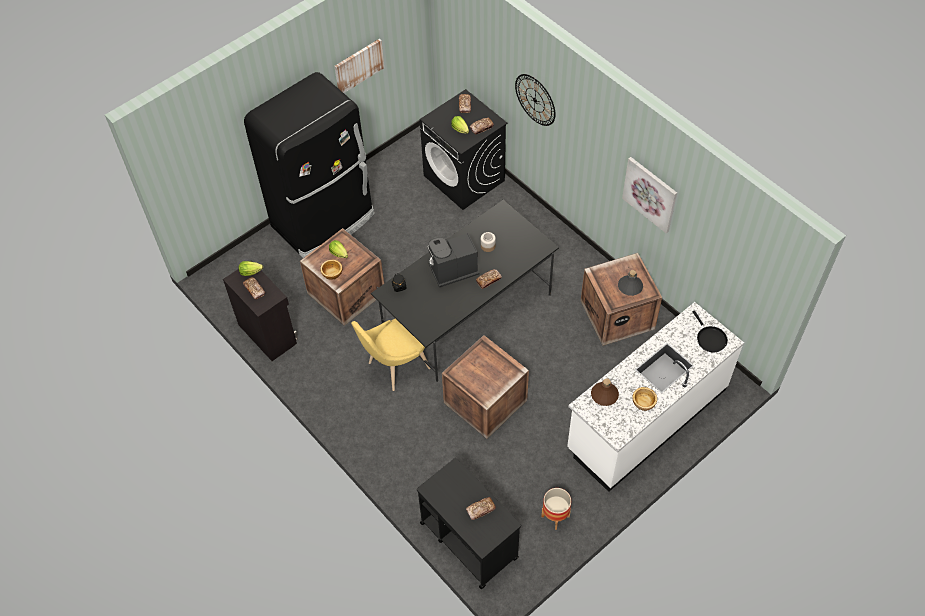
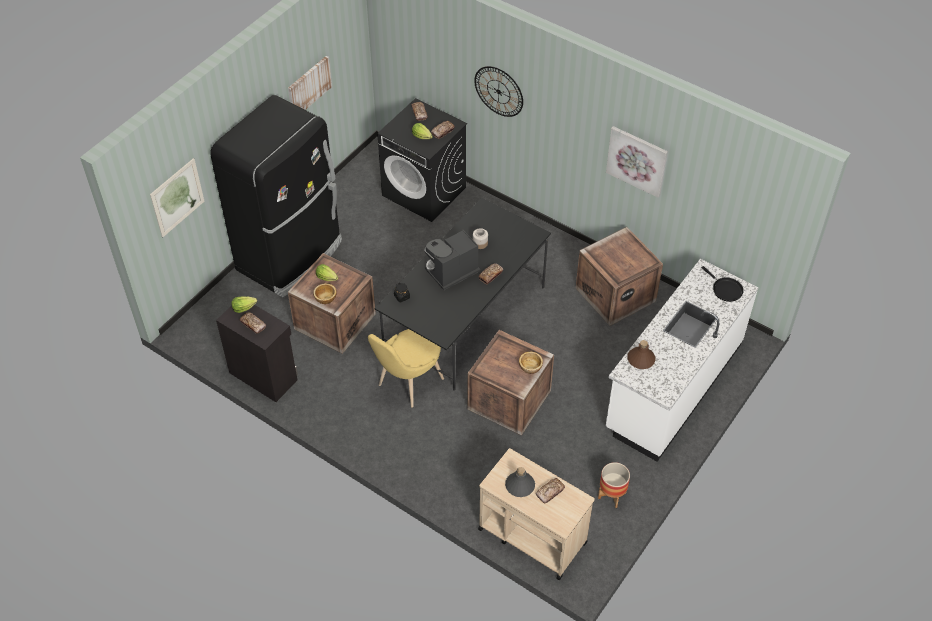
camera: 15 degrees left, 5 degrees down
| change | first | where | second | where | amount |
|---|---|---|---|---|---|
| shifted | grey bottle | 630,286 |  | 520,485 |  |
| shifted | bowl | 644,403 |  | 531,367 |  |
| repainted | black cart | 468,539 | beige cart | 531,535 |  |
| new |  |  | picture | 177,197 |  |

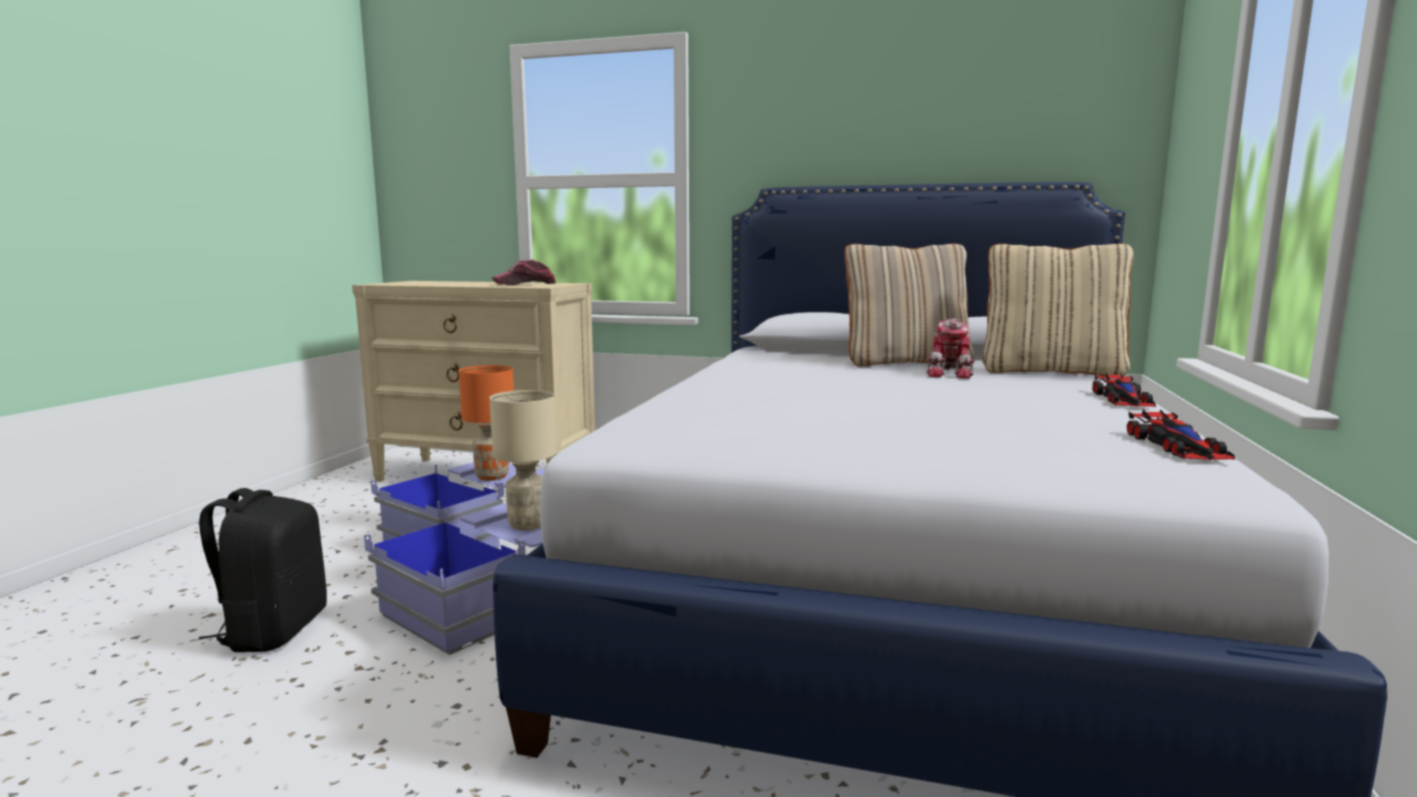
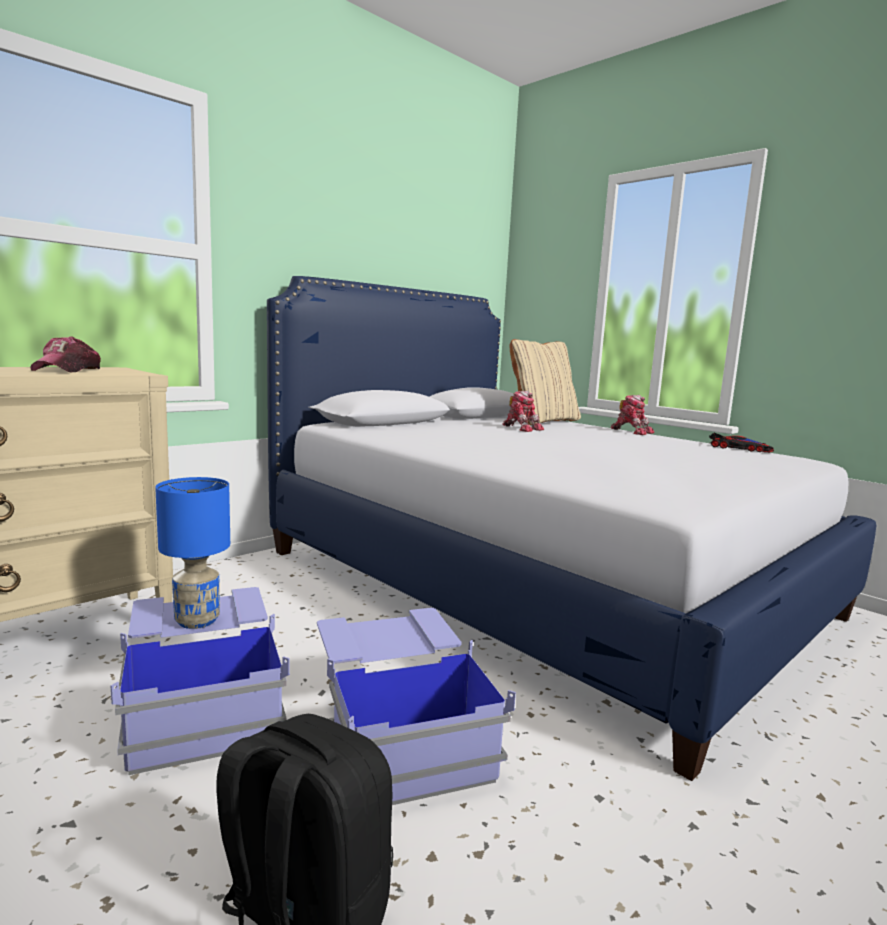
camera: 60 degrees left, 0 degrees up
| change | first | where | second | where | amount |
|---|---|---|---|---|---|
| gone | beige pillow | 905,362 |  |  |  |
| repainted | orange table lamp | 492,476 | blue table lamp | 197,620 |  |
| swapped | toy car | 1122,399 | toy robot | 631,431 |  |
| gone | beige table lamp | 528,525 |  |  |  |

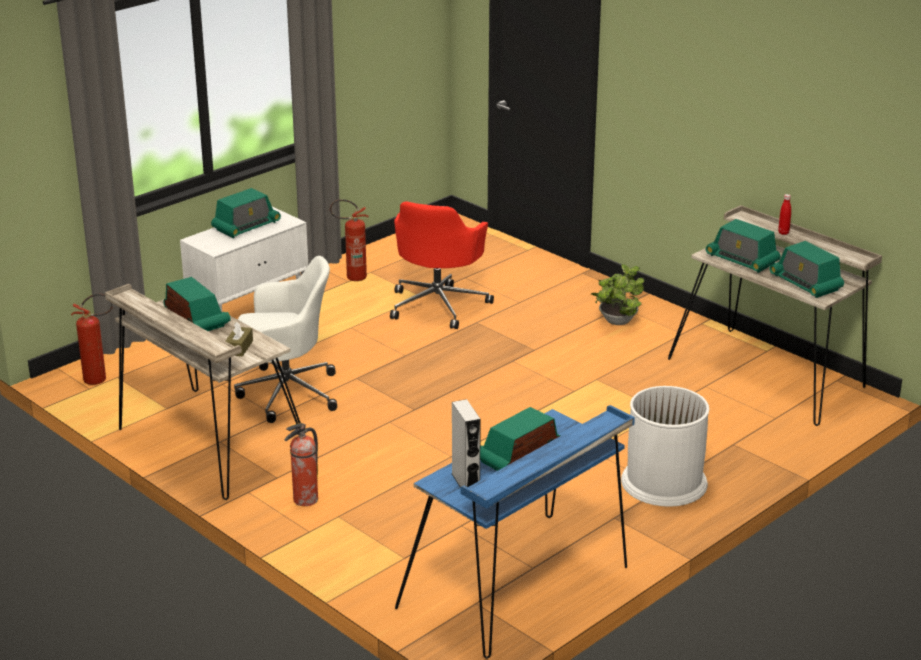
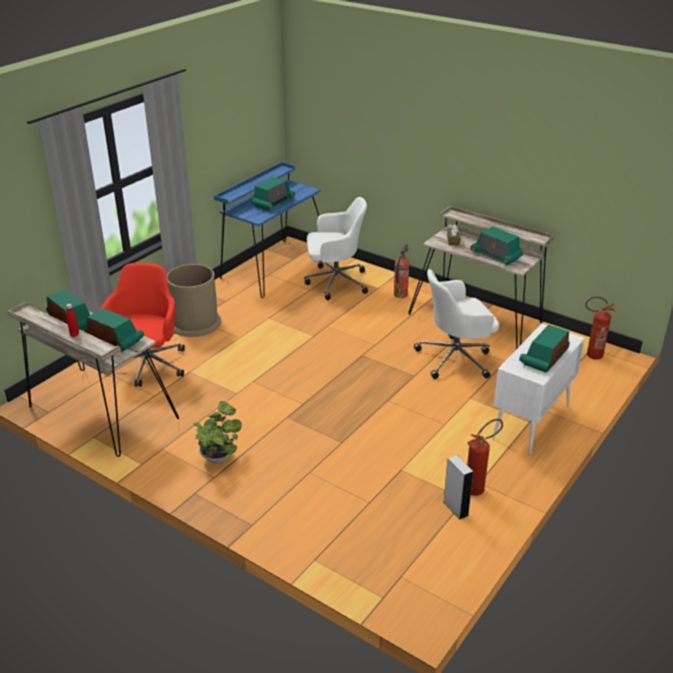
camera: 170 degrees right, 5 degrees up
| change | first | where | second | where | amount |
|---|---|---|---|---|---|
| shifted | red office chair | 438,305 |  | 147,366 |  |
| repainted | white trash can | 664,482 | brown trash can | 195,322 |  |
| shifted | grey speaker | 465,482 |  | 455,508 |  |
| new |  |  | white office chair | 335,282 |  |

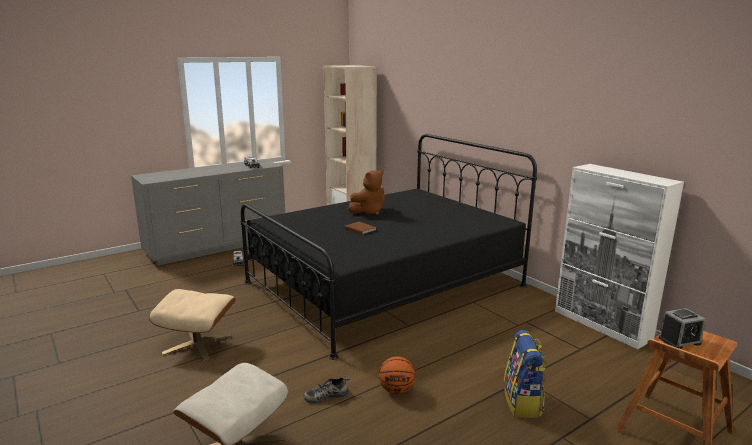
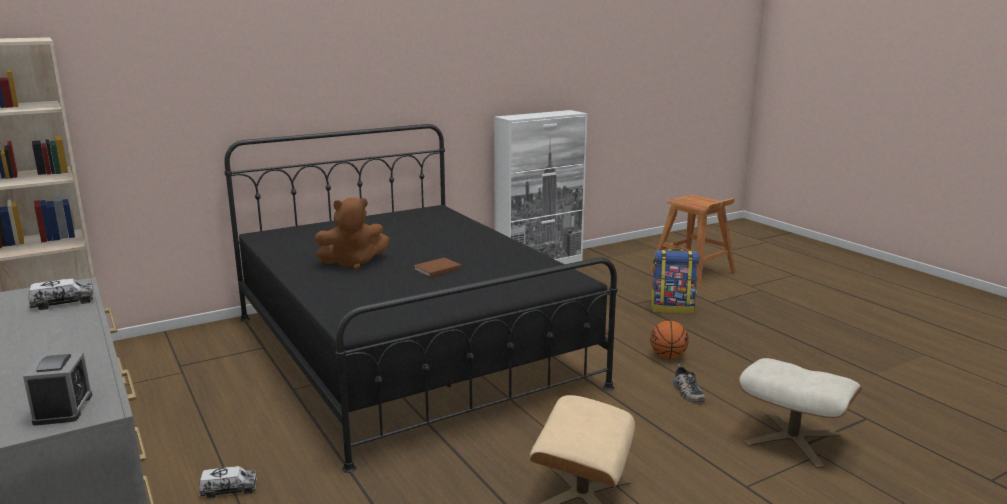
camera: 85 degrees left, 0 degrees up
| change | first | where | second | where | amount |
|---|---|---|---|---|---|
| rotated | brown plush toy | 368,212 |  | 353,263 | 105 degrees clockwise |
| shifted | alarm clock | 679,341 |  | 63,409 |  |

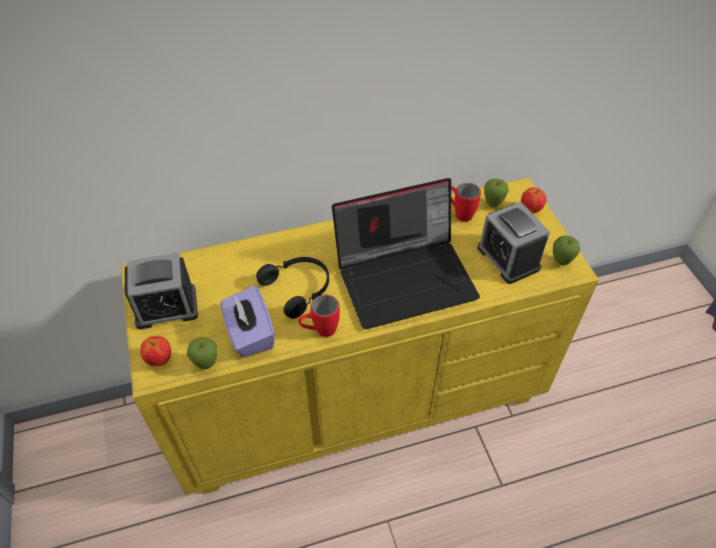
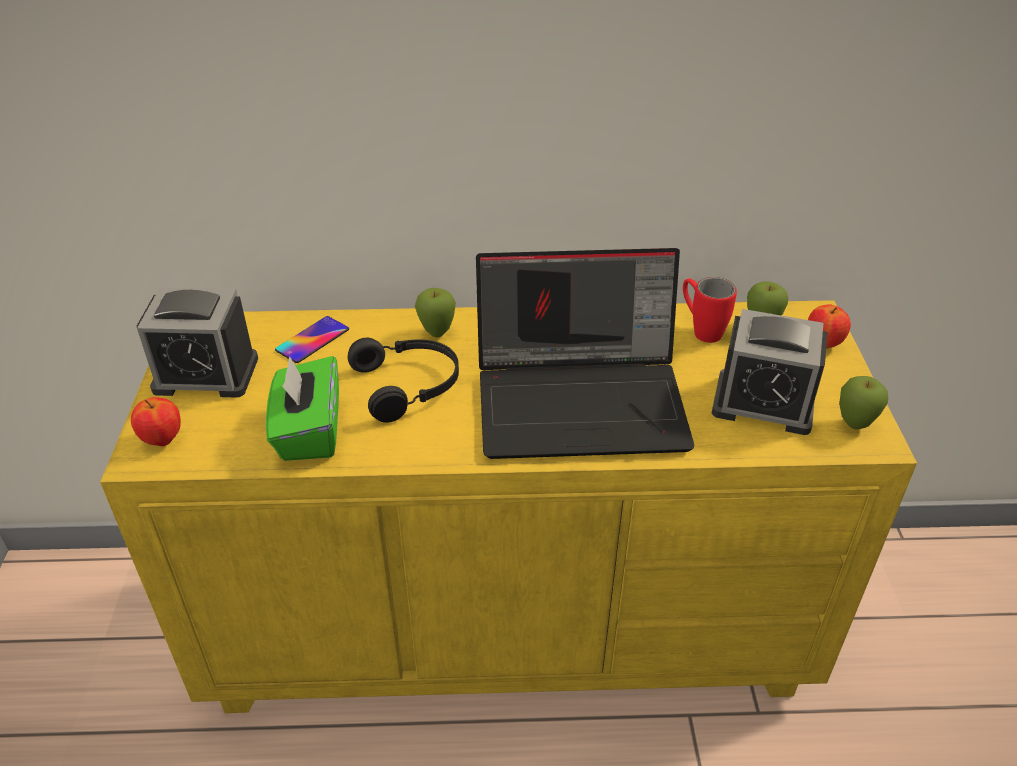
camera: 15 degrees right, 10 degrees down
| change | first | where | second | where | amount |
|---|---|---|---|---|---|
| rotated | alarm clock | 508,258 |  | 763,403 | 60 degrees counterclockwise |
| repainted | purple tissue box | 250,334 | green tissue box | 309,432 |  |
| gone | red mug | 320,331 |  |  |  |
| shifted | apple | 206,364 |  | 437,333 |  |
| new |  |  | phone | 312,340 |  |

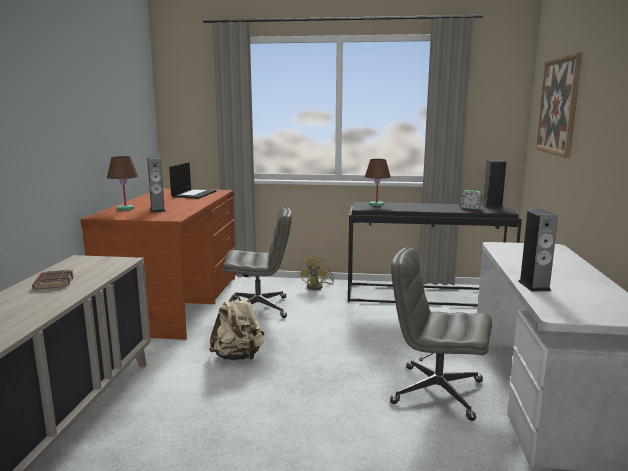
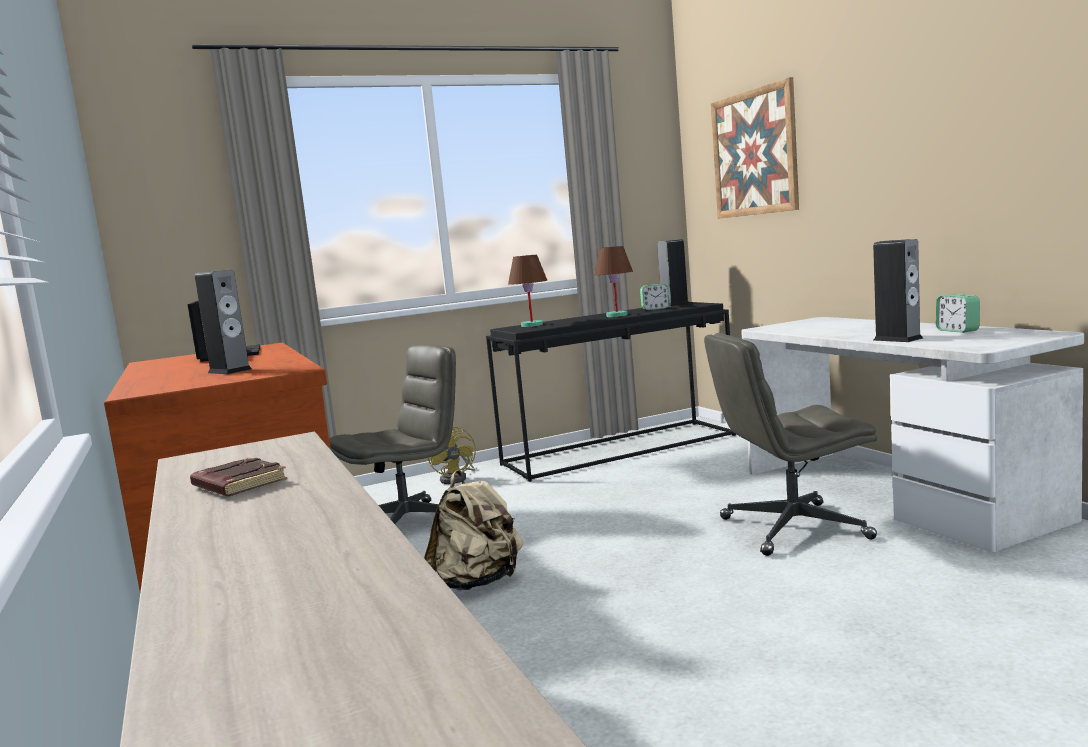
camera: 30 degrees left, 5 degrees down
| change | first | where | second | where | amount |
|---|---|---|---|---|---|
| shifted | brown table lamp | 125,209 |  | 616,315 |  |
| new |  |  | alarm clock | 957,330 |  |

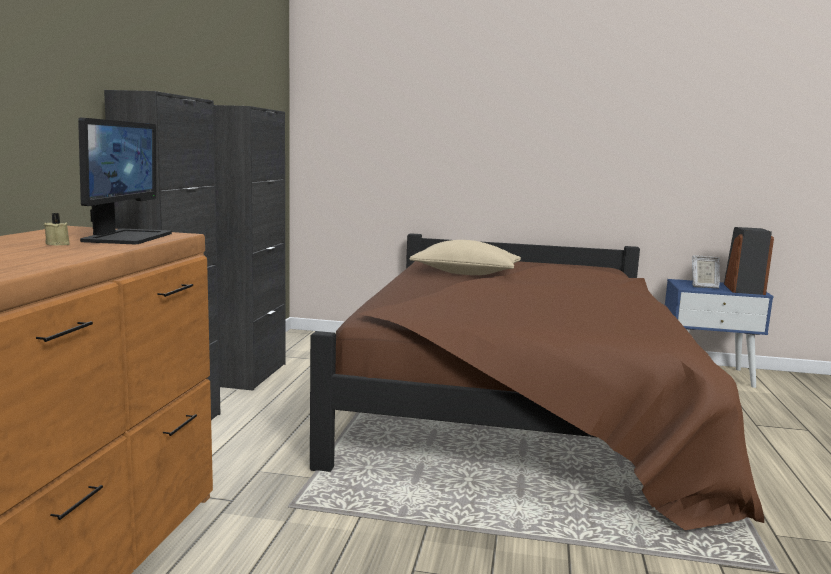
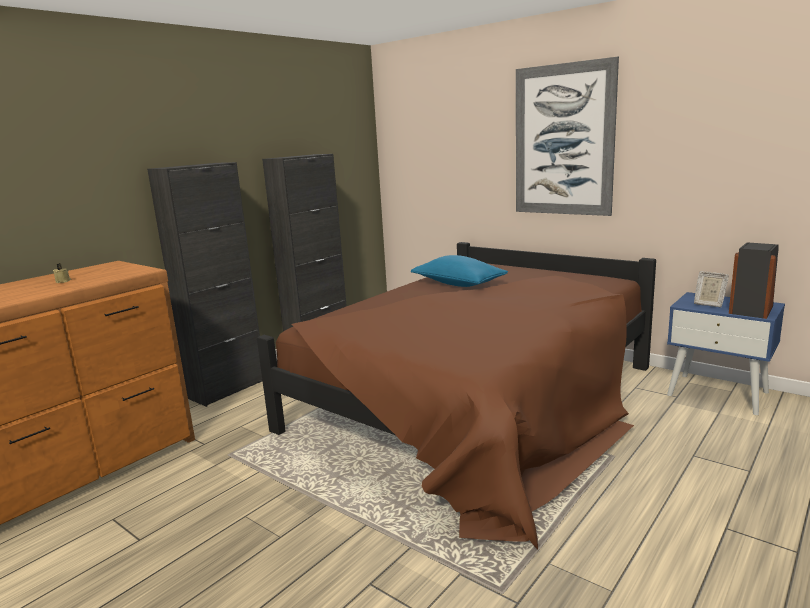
camera: 30 degrees right, 5 degrees up
| change | first | where | second | where | amount |
|---|---|---|---|---|---|
| gone | monitor | 126,237 |  |  |  |
| repainted | beige pillow | 465,273 | blue pillow | 458,284 |  |
| new |  |  | picture | 563,140 |  |

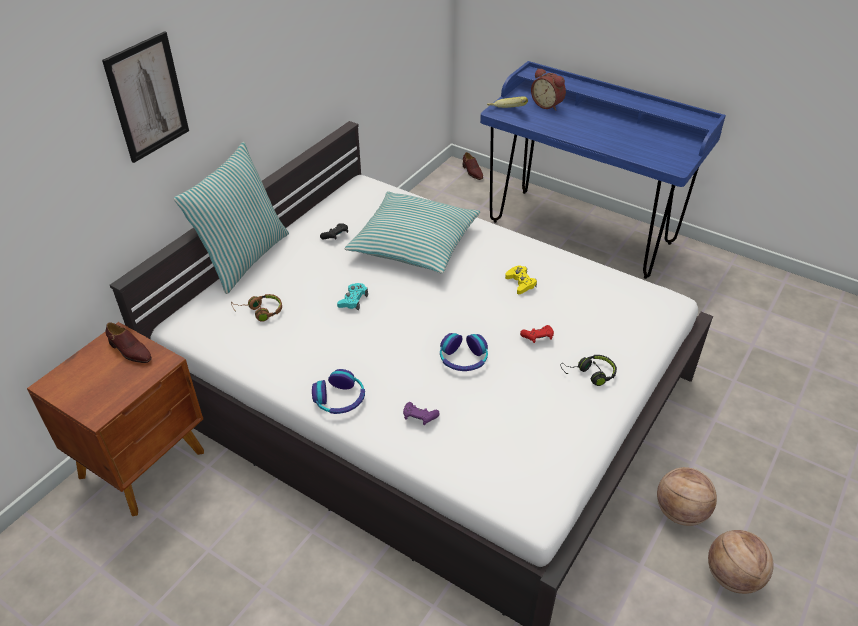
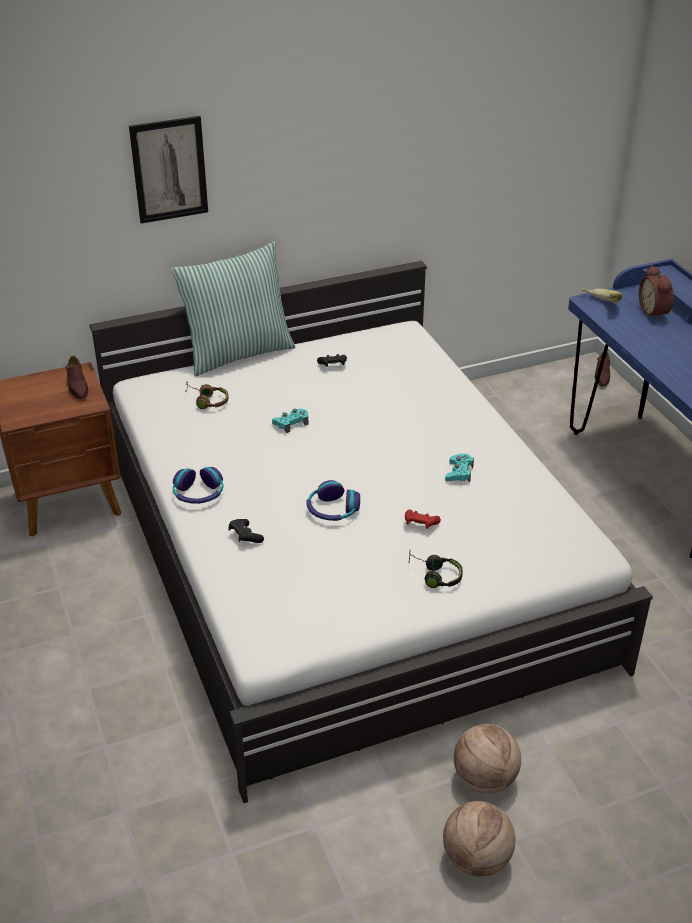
camera: 35 degrees right, 5 degrees down
| change | first | where | second | where | amount |
|---|---|---|---|---|---|
| gone | pillow | 414,243 |  |  |  |
| repainted | yellow game controller | 520,283 | turquoise game controller | 459,472 |  |
| repainted | purple game controller | 419,418 | black game controller | 245,537 |  |

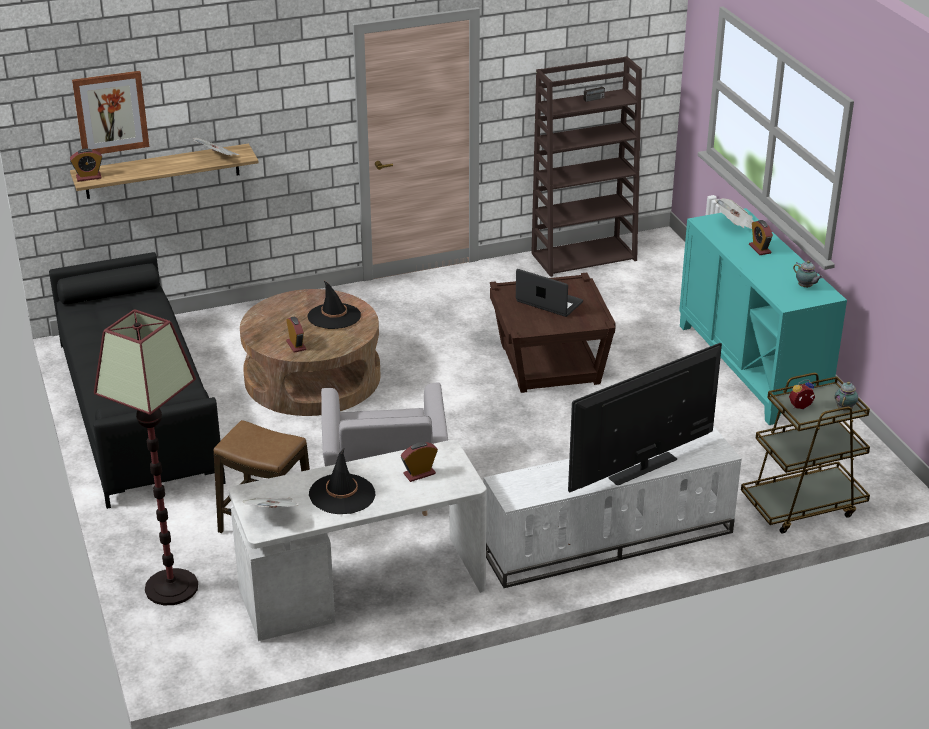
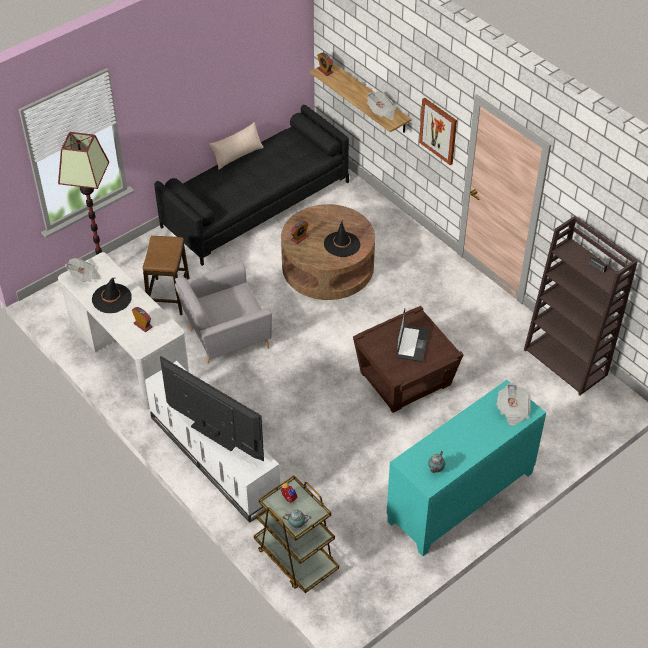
camera: 70 degrees right, 15 degrees up
| change | first | where | second | where | amount |
|---|---|---|---|---|---|
| shifted | picture | 111,112 |  | 438,131 |  |
| gone | alarm clock | 759,249 |  |  |  |
| new |  |  | beige pillow | 237,155 |  |

